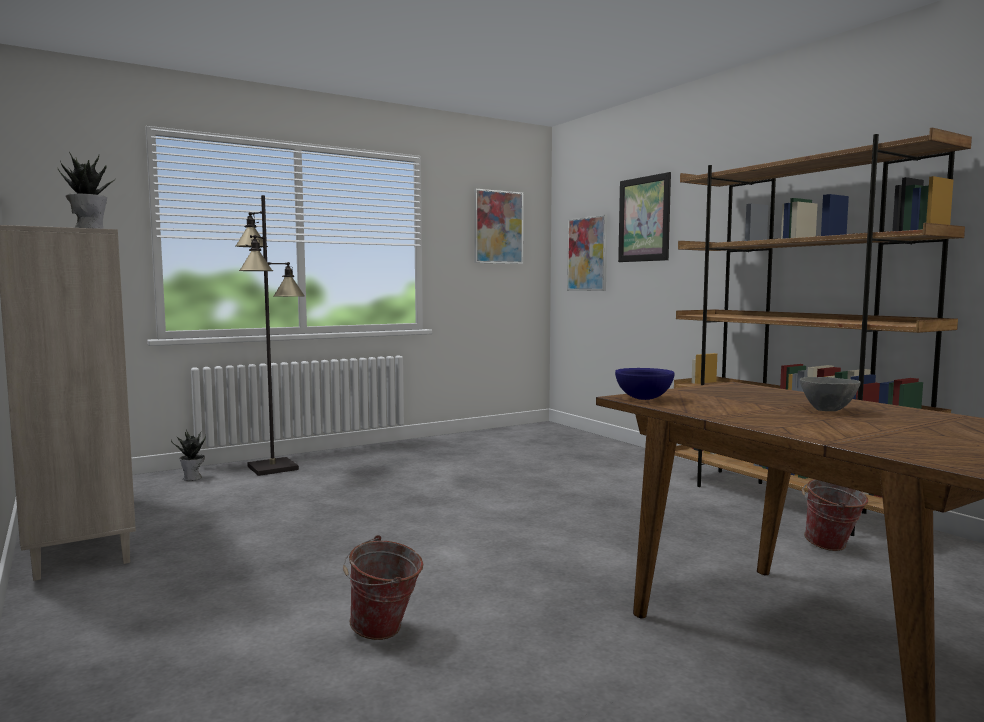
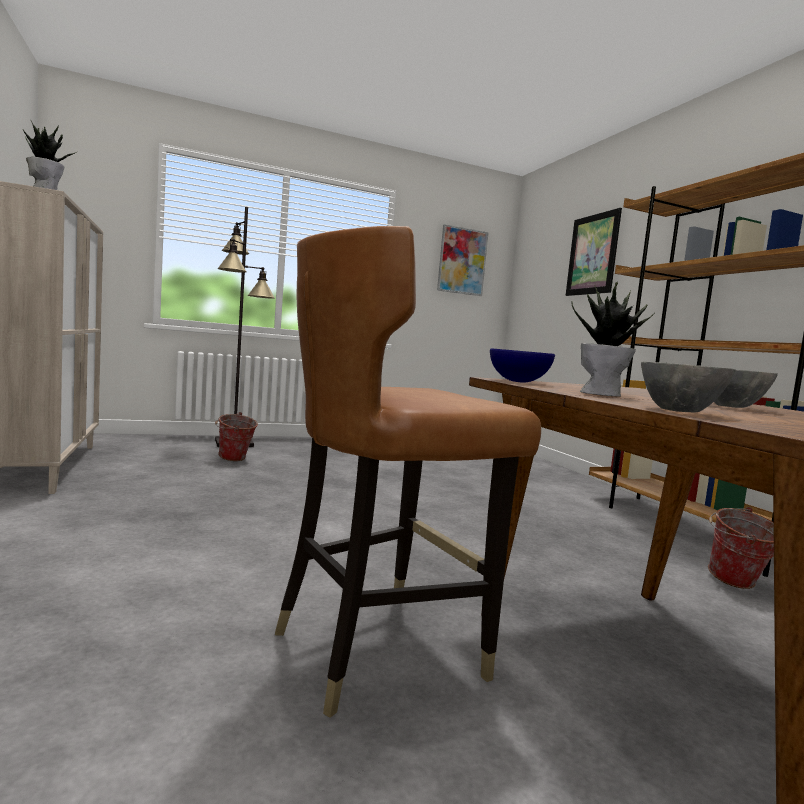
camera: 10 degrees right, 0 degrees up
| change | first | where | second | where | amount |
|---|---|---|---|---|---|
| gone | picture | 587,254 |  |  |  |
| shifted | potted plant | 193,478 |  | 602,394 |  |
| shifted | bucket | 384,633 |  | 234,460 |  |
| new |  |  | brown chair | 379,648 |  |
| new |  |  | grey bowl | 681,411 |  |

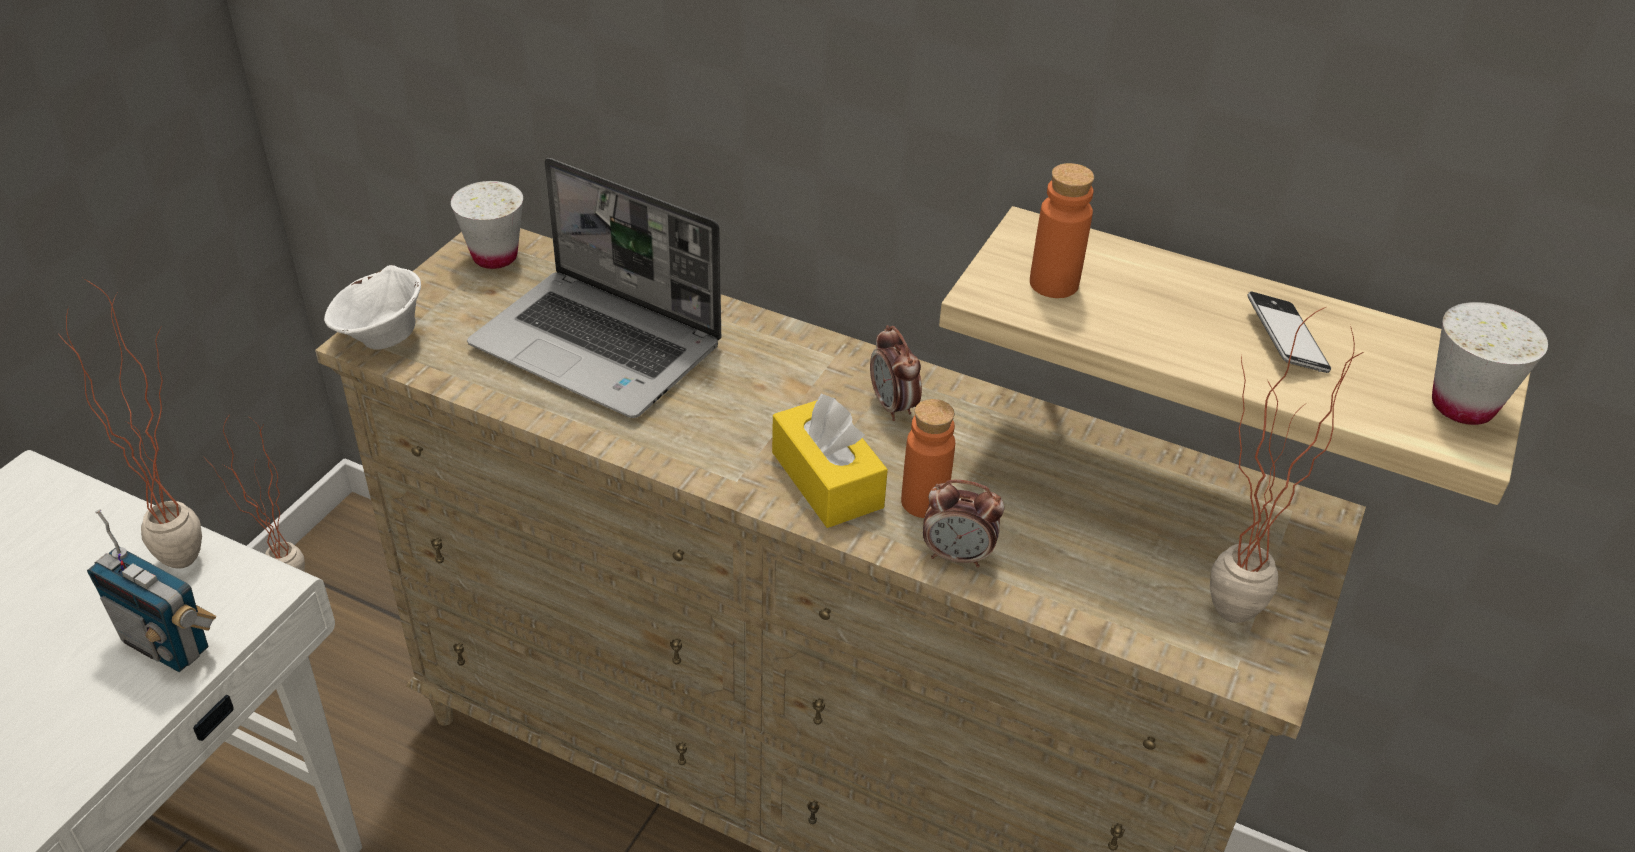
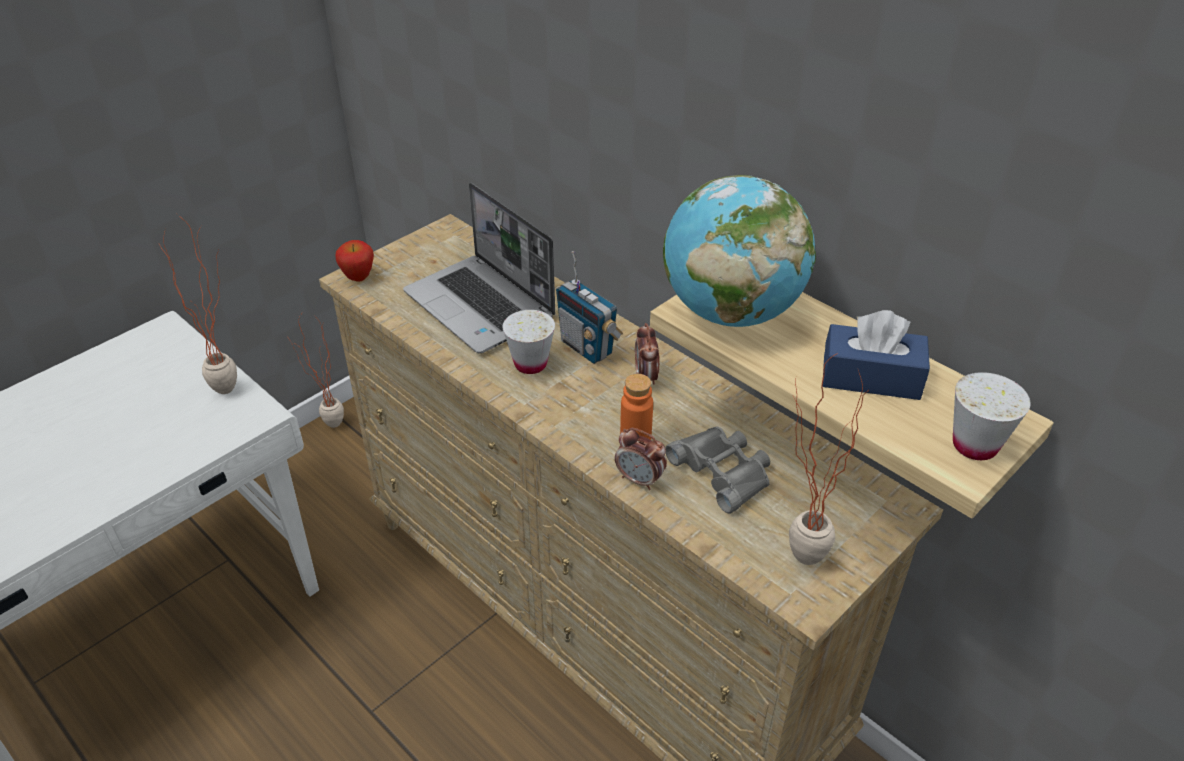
camera: 20 degrees right, 0 degrees up
| change | first | where | second | where | amount |
|---|---|---|---|---|---|
| swapped | orange bottle | 1053,284 | globe | 731,312 |  |
| shifted | white cup | 495,256 |  | 530,364 |  |
| swapped | white bowl | 382,337 | apple | 358,278 |  |
| swapped | phone | 1285,340 | blue tissue box | 871,377 |  |
| gone | yellow tissue box | 827,480 |  |  |  |
| shifted | radio | 168,644 |  | 587,347 |  |
| new |  |  | grey binoculars | 723,471 |  |

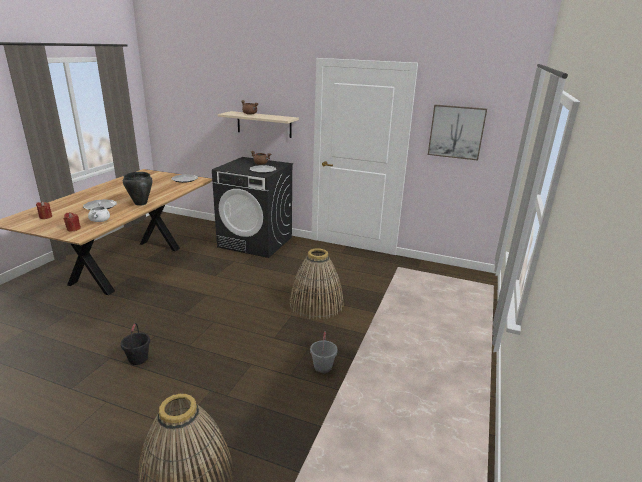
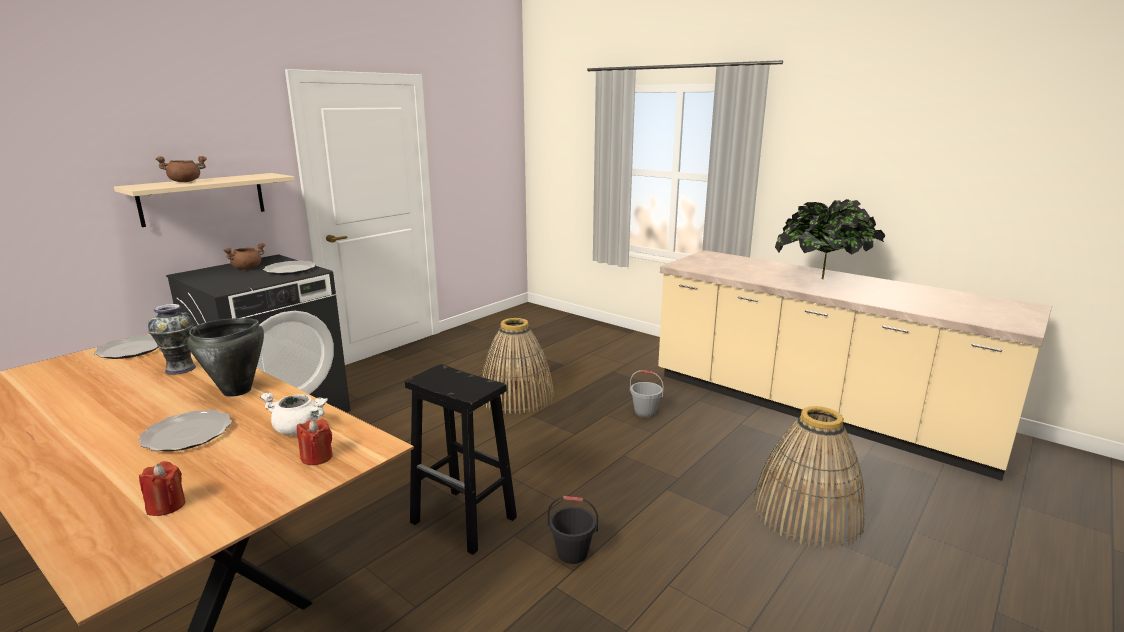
camera: 70 degrees left, 5 degrees down
| change | first | where | second | where | amount |
|---|---|---|---|---|---|
| gone | picture | 456,132 |  |  |  |
| new |  |  | potted plant | 822,279 |  |
| new |  |  | vase | 180,369 |  |
| new |  |  | black stool | 465,520 |  |

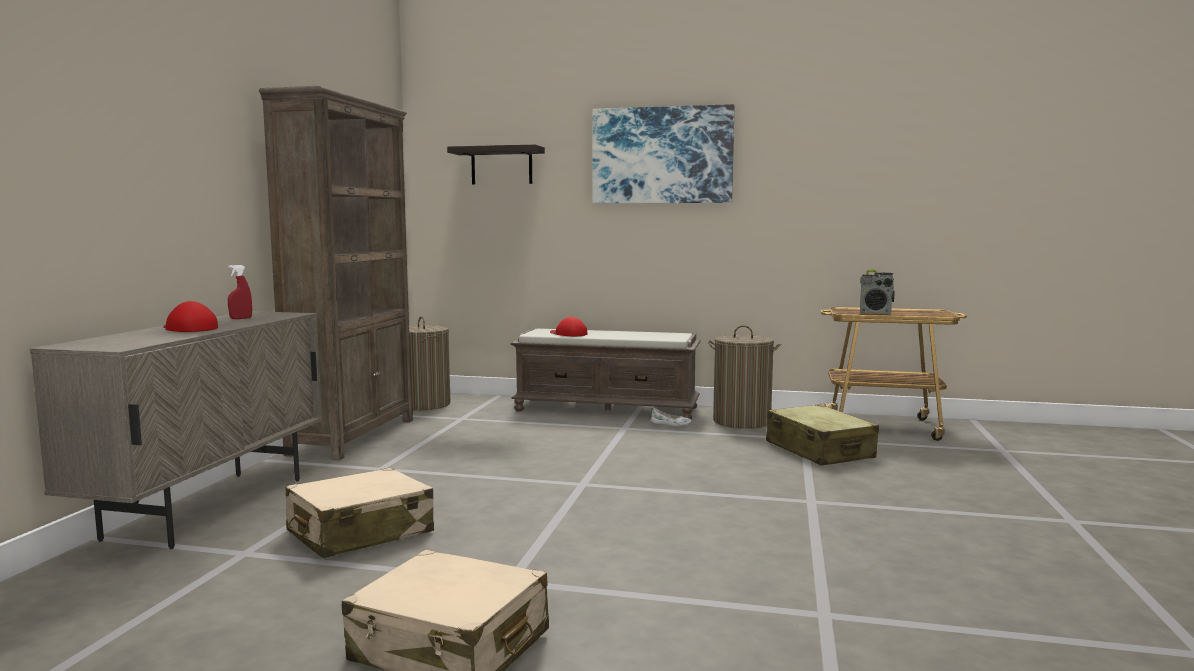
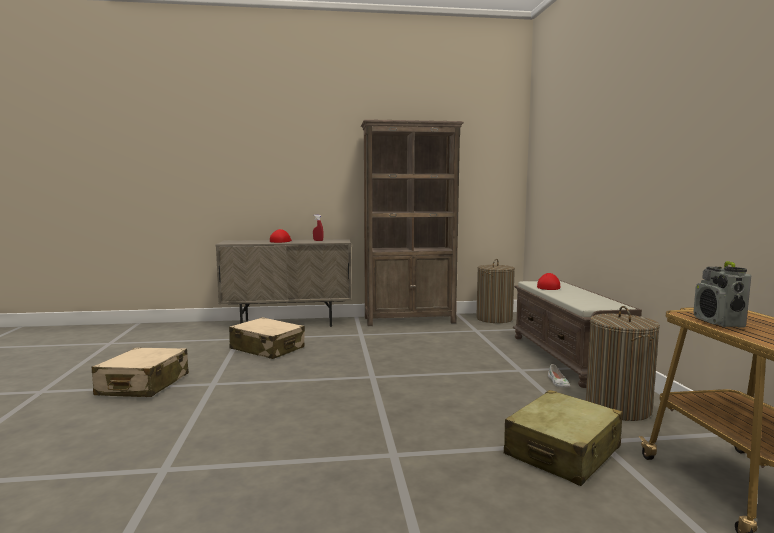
camera: 70 degrees right, 0 degrees up
| change | first | where | second | where | amount |
|---|---|---|---|---|---|
| gone | picture | 662,155 |  |  |  |
| gone | shelf | 501,166 |  |  |  |

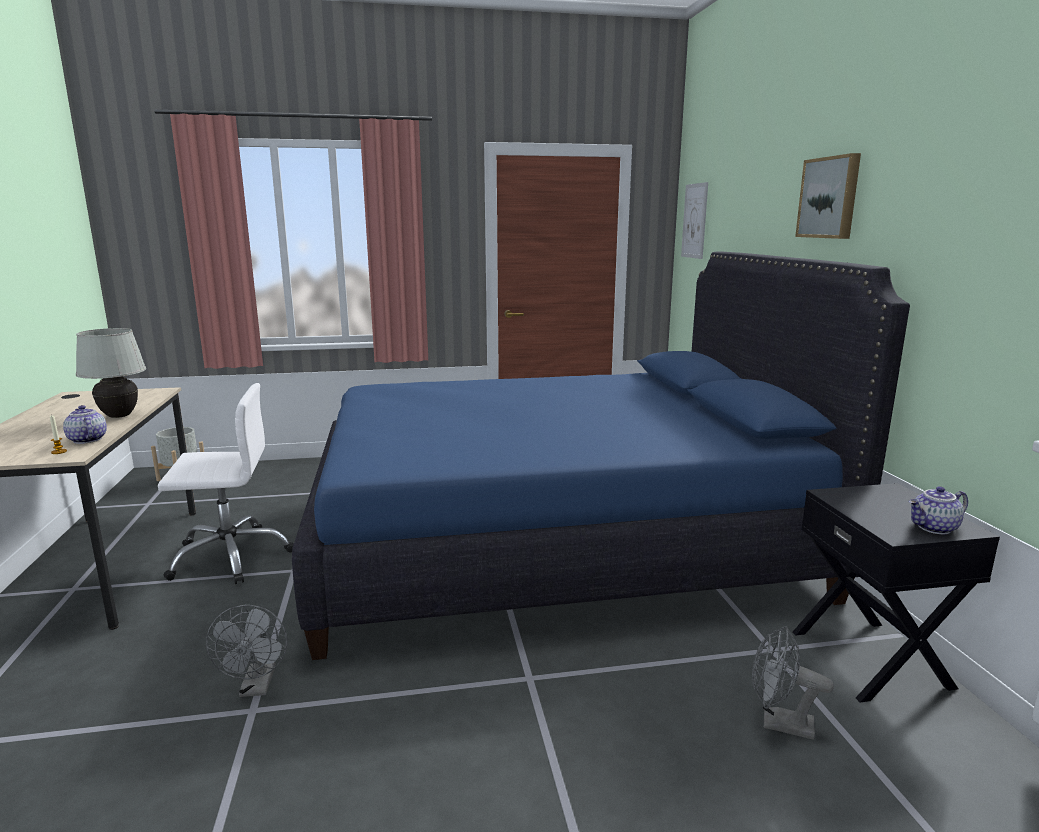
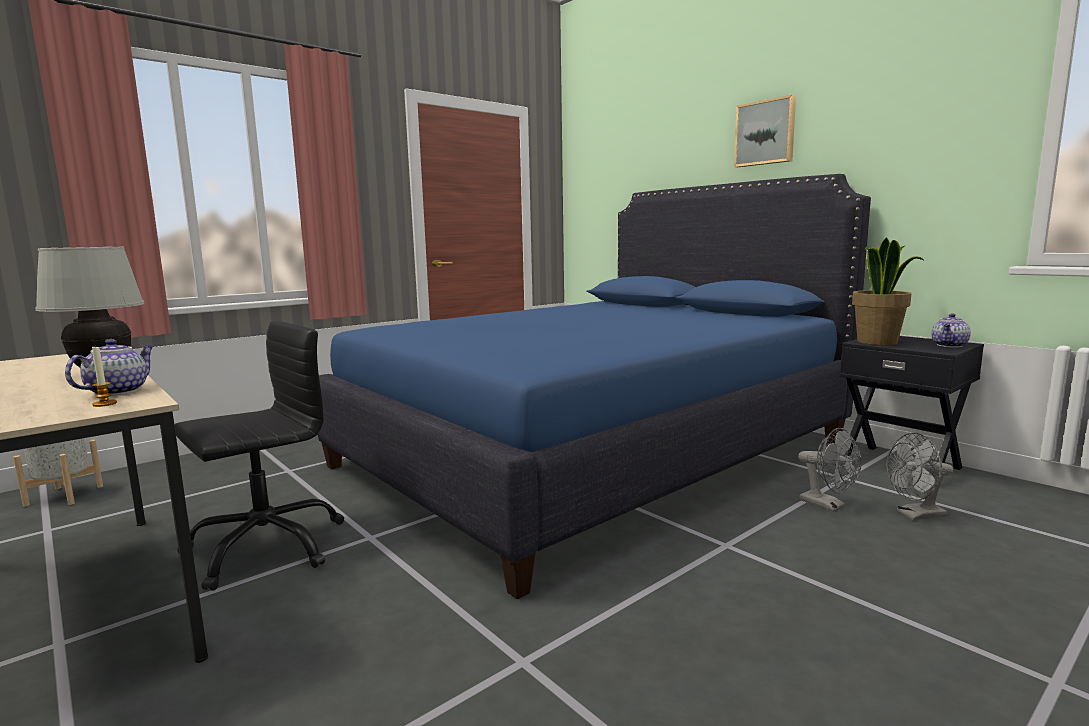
camera: 30 degrees left, 5 degrees down
| change | first | where | second | where | amount |
|---|---|---|---|---|---|
| gone | picture | 694,221 |  |  |  |
| repainted | white office chair | 230,556 | black office chair | 266,546 |  |
| rotated | teapot | 86,440 |  | 117,391 | 90 degrees clockwise |
| shifted | grey fan | 257,687 |  | 828,505 |  |
| new |  |  | potted plant | 878,342 |  |

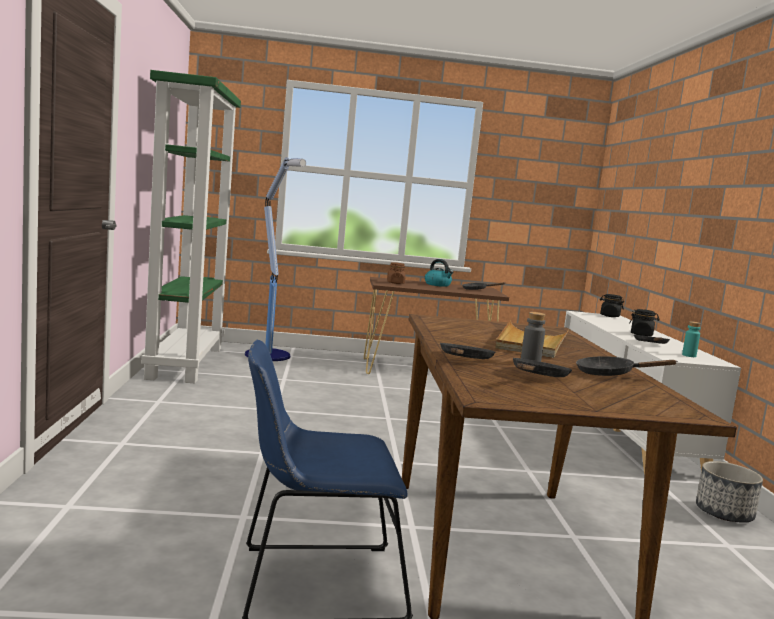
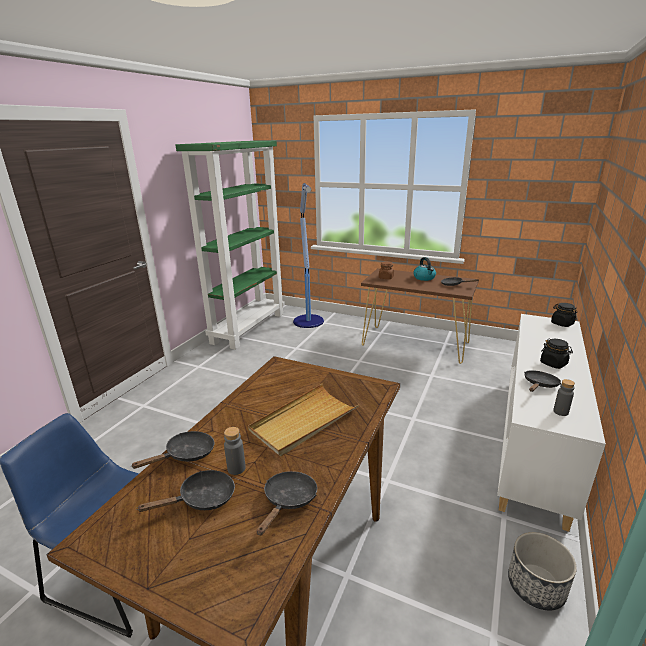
camera: 30 degrees right, 15 degrees up
| change | first | where | second | where | amount |
|---|---|---|---|---|---|
| repainted | turquoise bottle | 689,355 | grey bottle | 560,412 |  |
| rotated | black frying pan | 610,374 |  | 288,501 | 75 degrees clockwise |

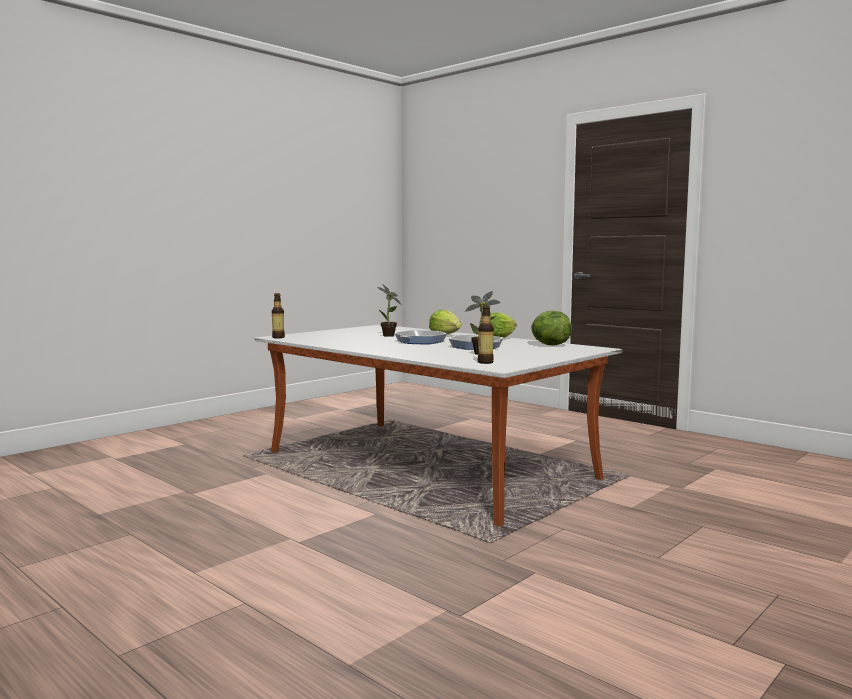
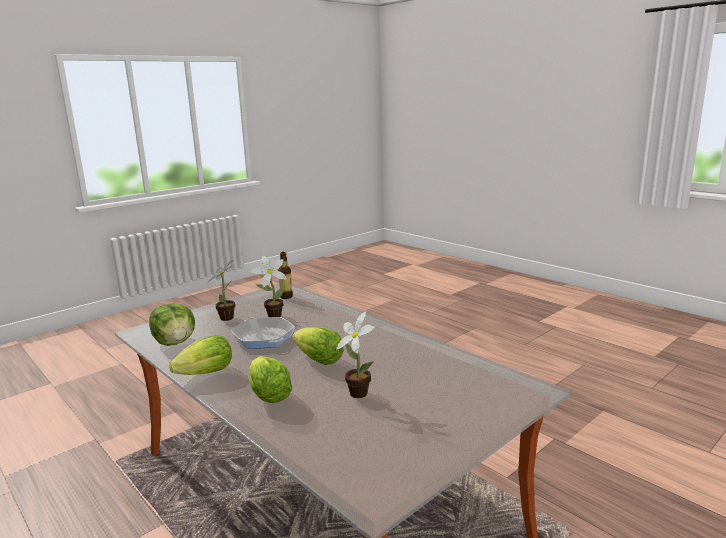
camera: 175 degrees left, 10 degrees up
| change | first | where | second | where | amount |
|---|---|---|---|---|---|
| gone | bottle | 278,337 |  |  |  |
| swapped | frying pan | 420,341 | lettuce | 319,360 |  |
| new |  |  | potted plant | 228,317 |  |

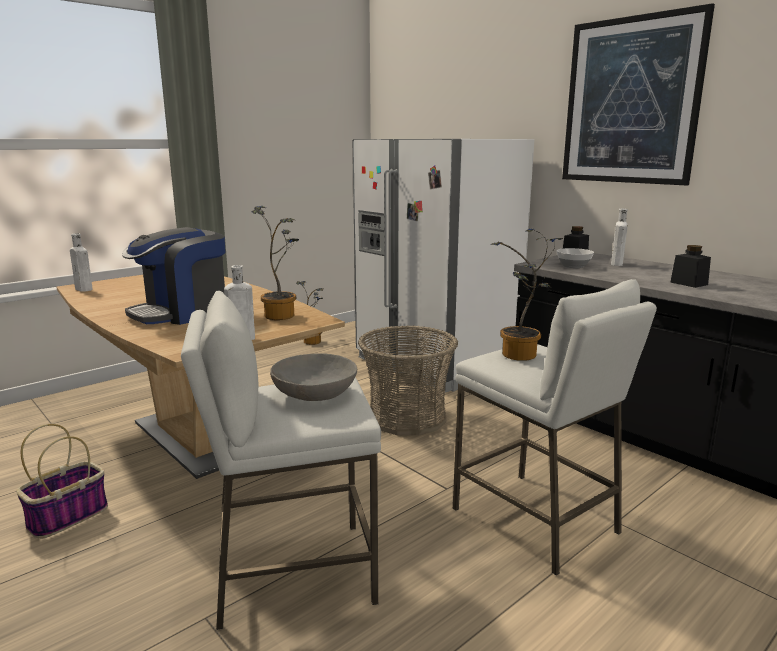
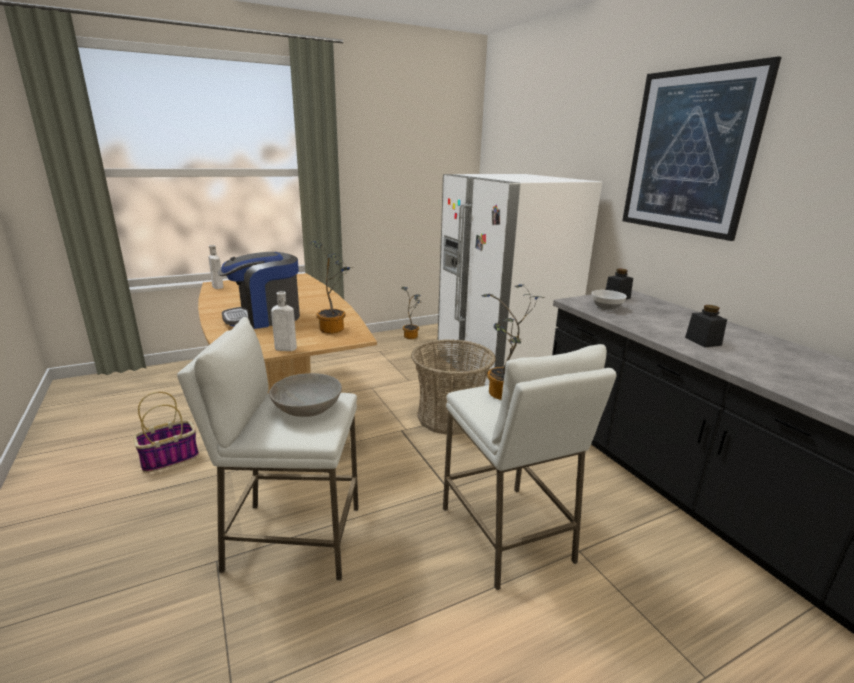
camera: 15 degrees right, 5 degrees up
| change | first | where | second | where | amount |
|---|---|---|---|---|---|
| gone | white bottle | 617,264 |  |  |  |

